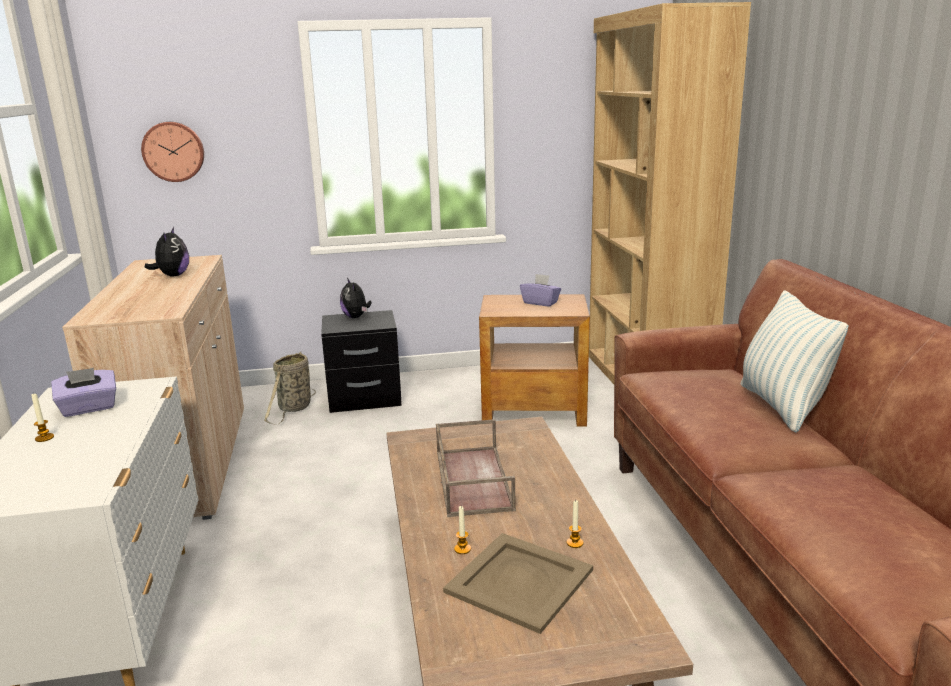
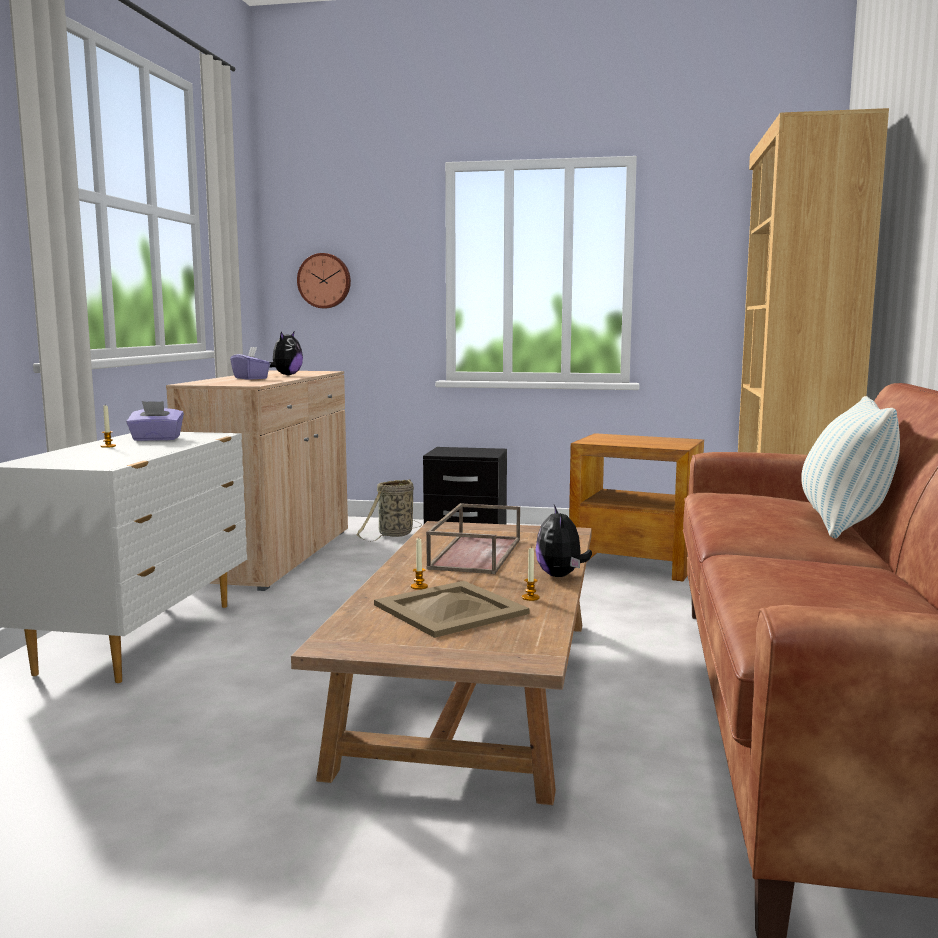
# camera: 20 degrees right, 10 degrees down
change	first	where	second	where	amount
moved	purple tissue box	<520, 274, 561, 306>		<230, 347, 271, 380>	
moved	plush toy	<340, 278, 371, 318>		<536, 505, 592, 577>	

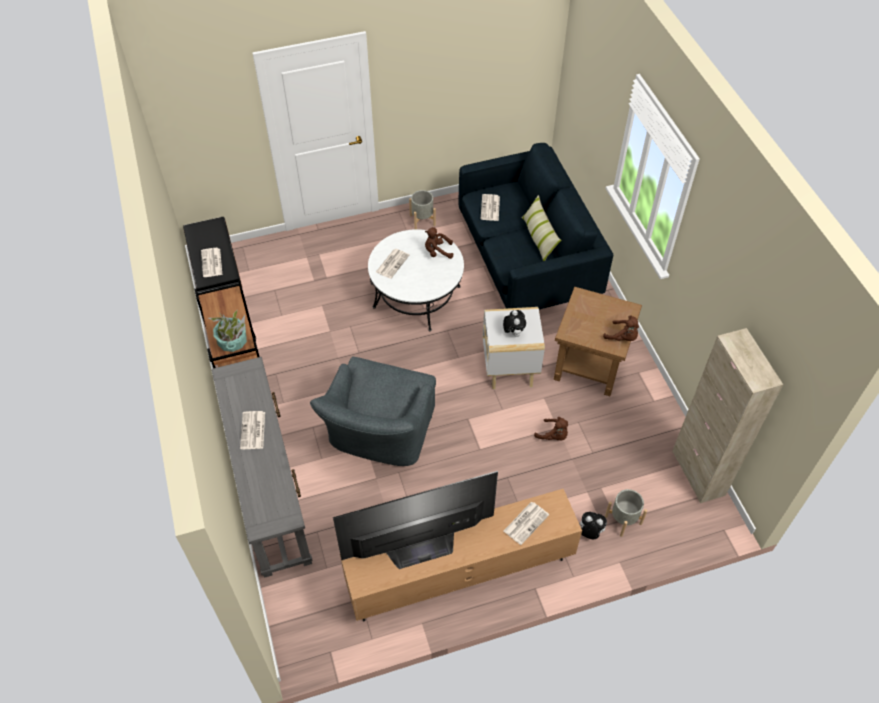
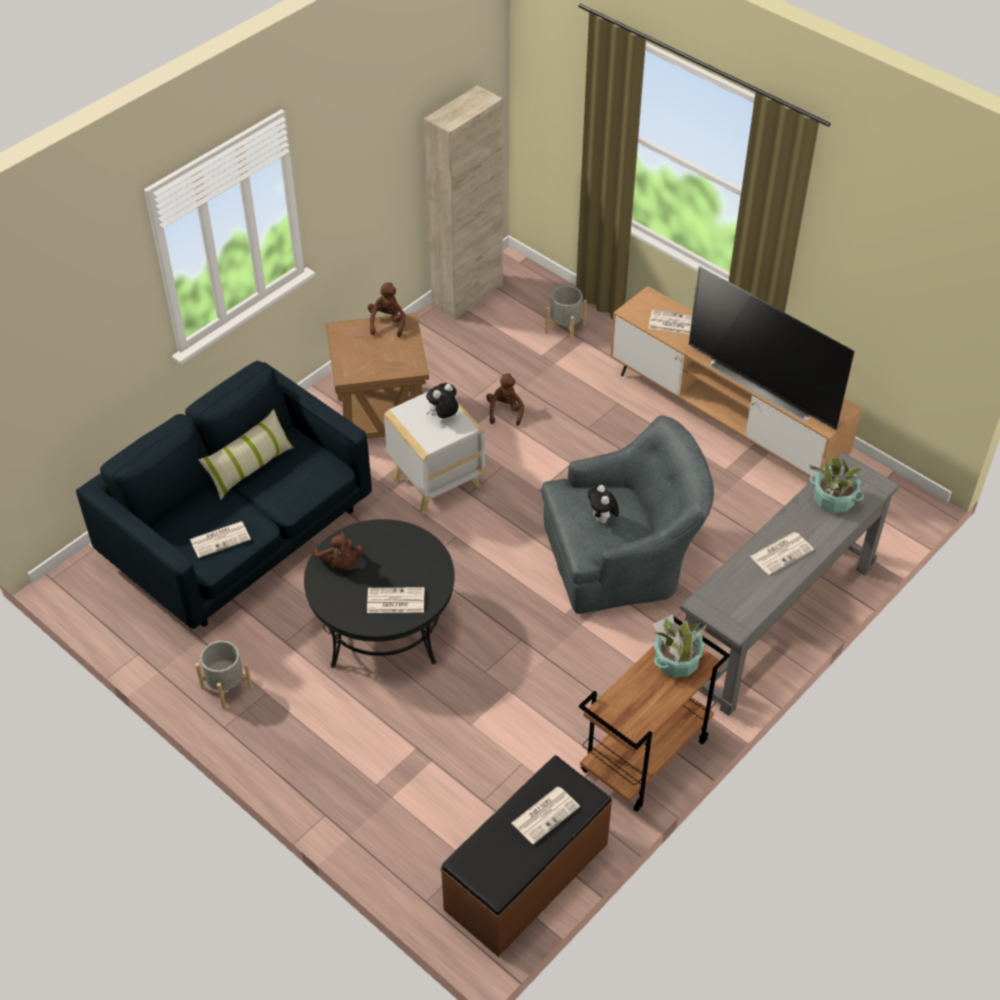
# camera: 120 degrees left, 5 degrees down
change	first	where	second	where	amount
recoloured	white coffee table	<368, 229, 464, 331>	black coffee table	<304, 519, 455, 668>	
moved	plush toy	<579, 512, 607, 539>		<588, 485, 619, 525>	
added			potted plant	<809, 457, 865, 513>	

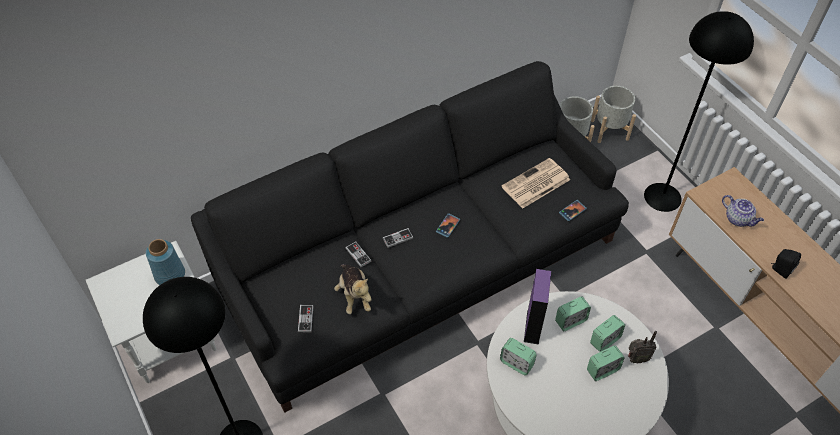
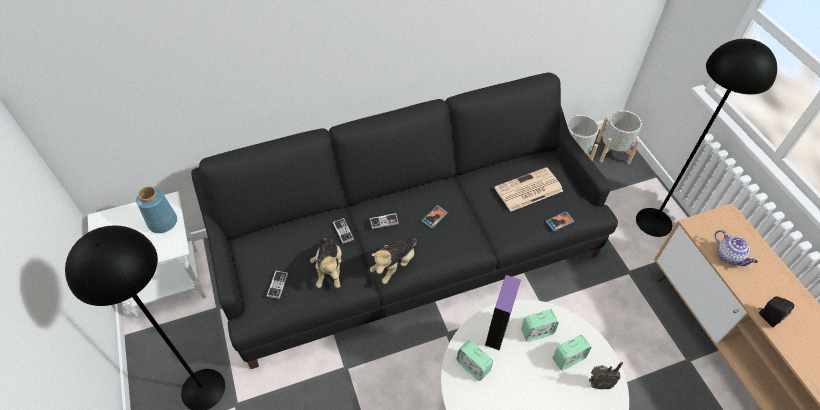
# camera: 10 degrees right, 0 degrees up
change	first	where	second	where	amount
added			plush toy	<370, 238, 417, 284>	
removed	alarm clock	<587, 345, 625, 381>			

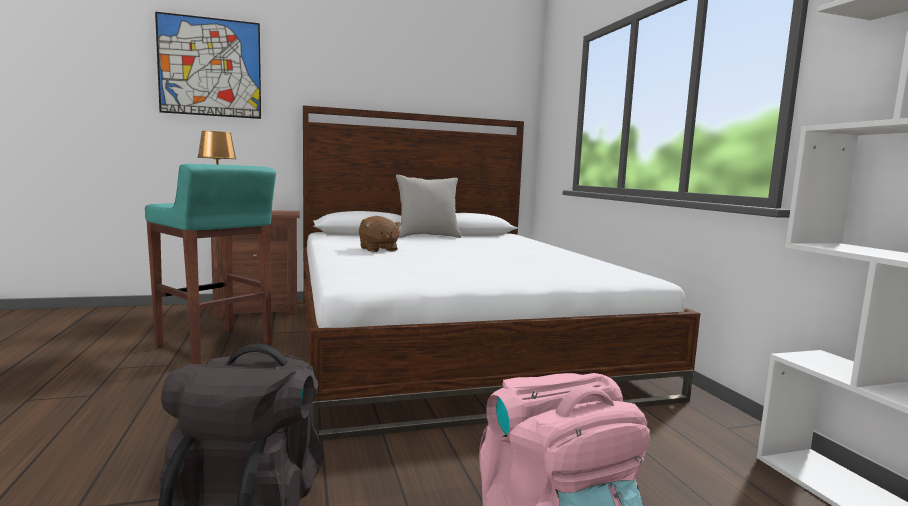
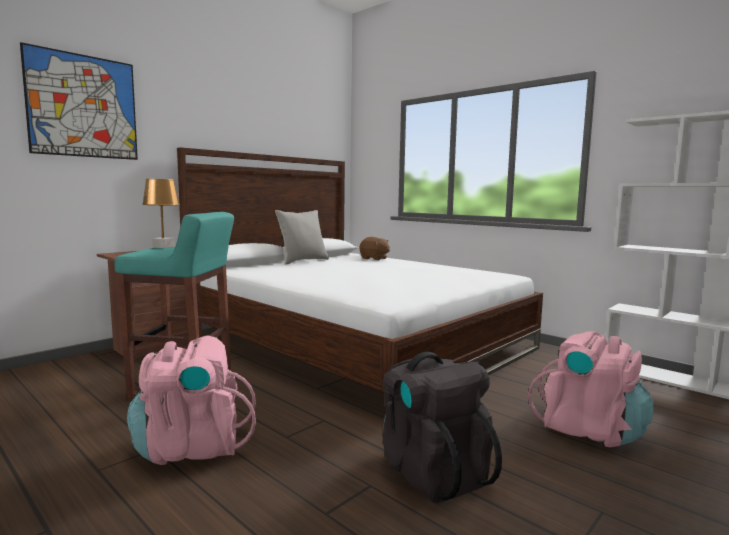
# camera: 30 degrees left, 0 degrees up
change	first	where	second	where	amount
added			pink backpack	<127, 335, 256, 465>	
moved	brown plush toy	<359, 216, 402, 252>		<360, 237, 390, 260>	

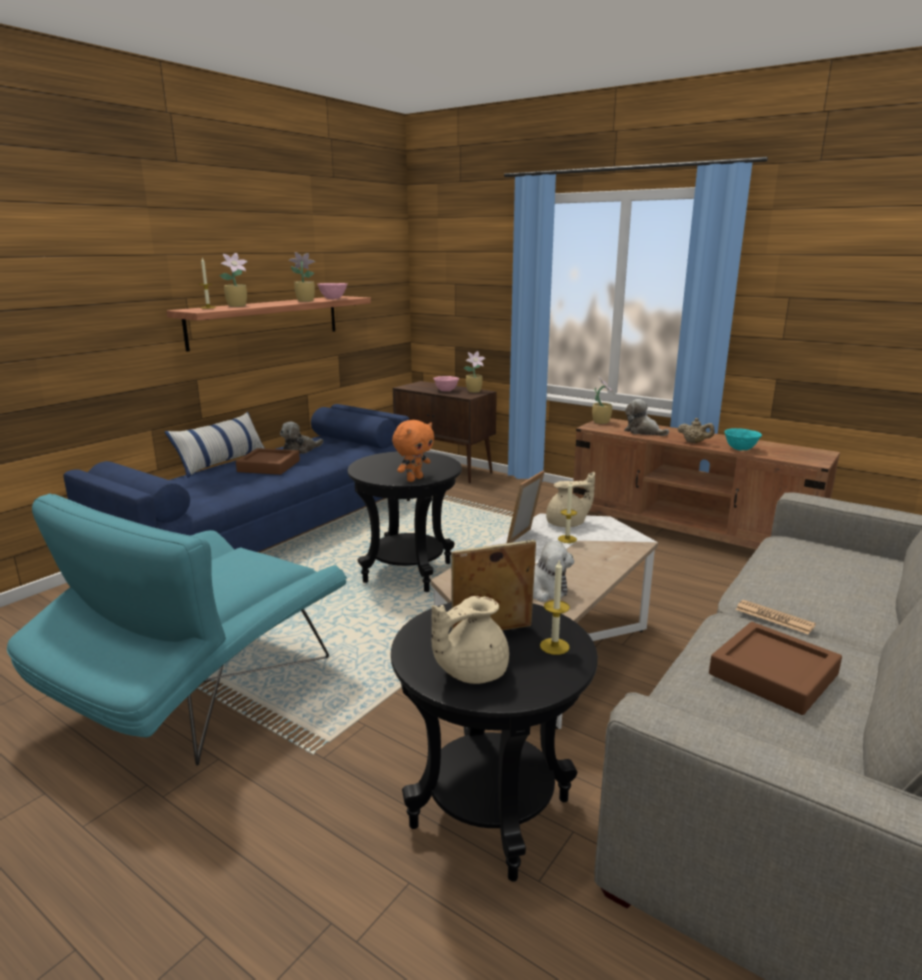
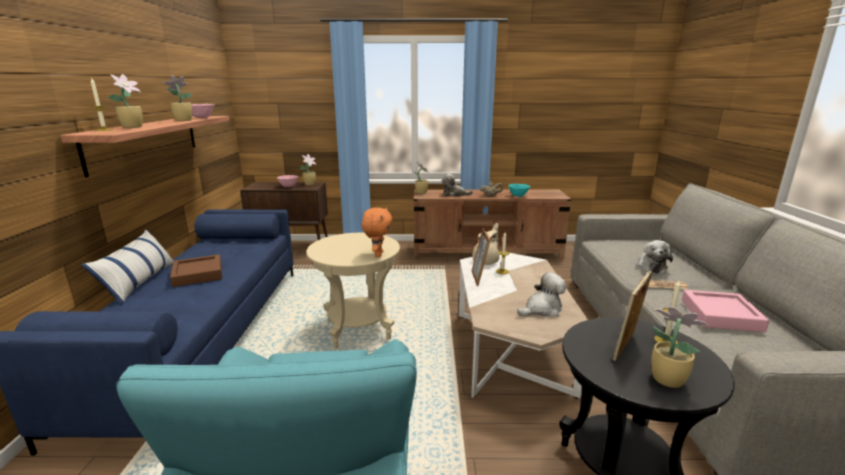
# camera: 35 degrees left, 0 degrees up
change	first	where	second	where	amount
recoloured	black side table	<348, 451, 462, 592>	beige side table	<306, 233, 400, 349>	
moved	plush toy	<280, 422, 323, 454>		<636, 240, 673, 274>	
replaced	beige teapot	<432, 596, 509, 684>	potted plant	<651, 306, 708, 388>	
recoloured	brown tray	<709, 622, 842, 715>	pink tray	<682, 290, 770, 332>	

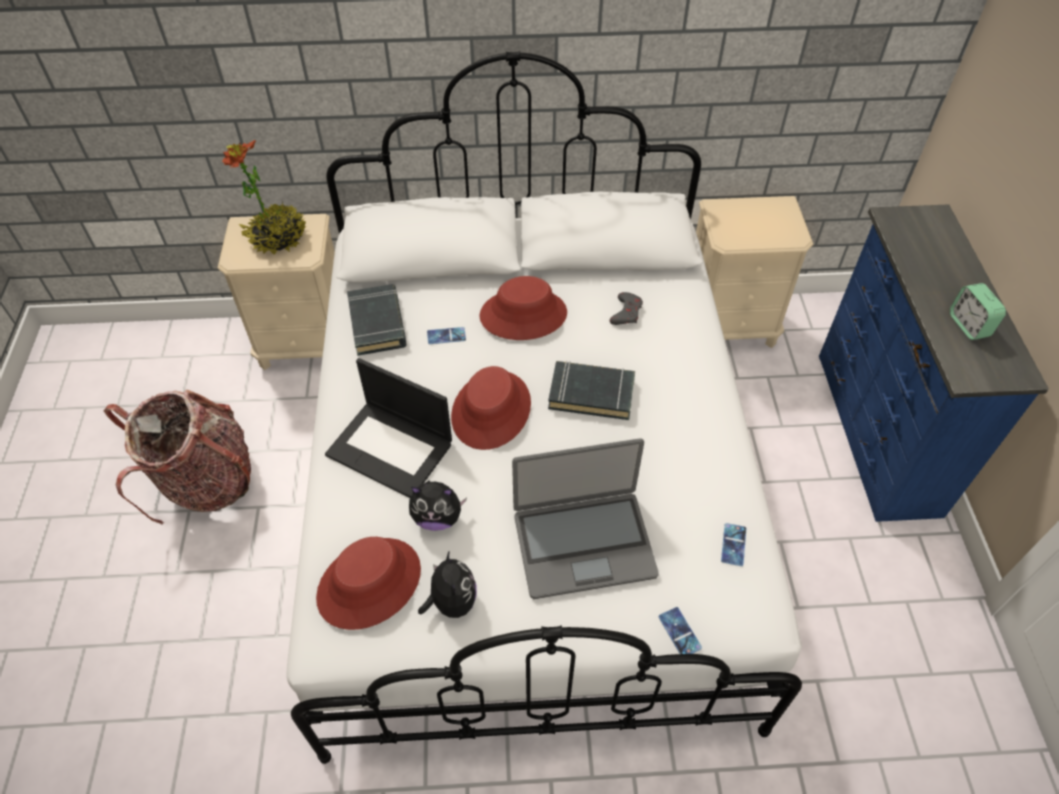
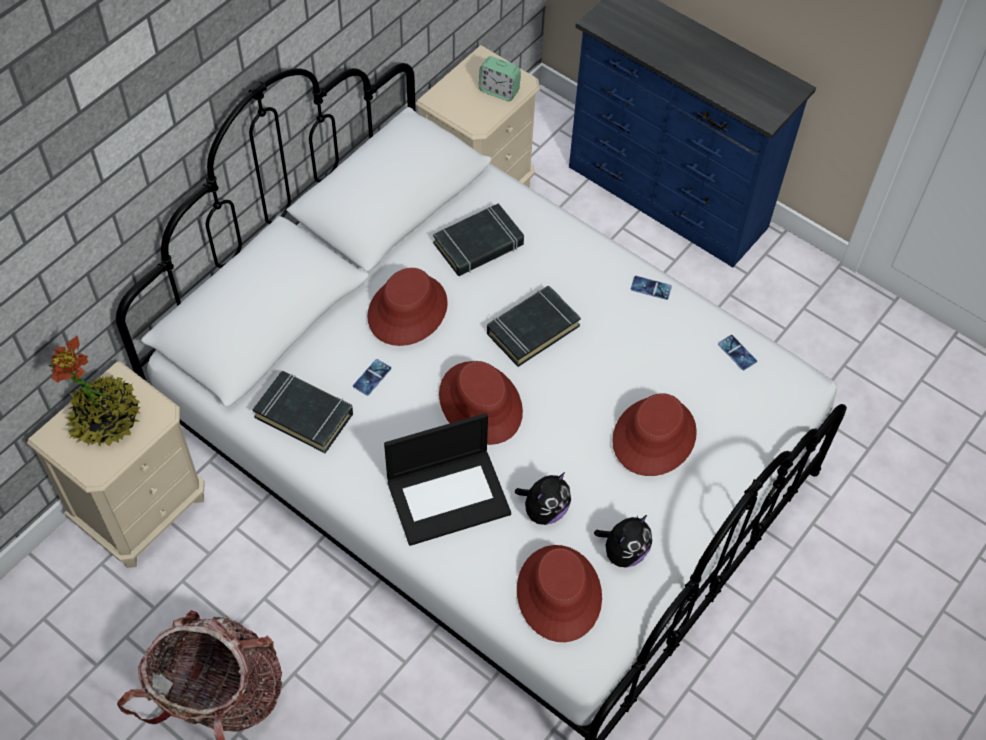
# camera: 50 degrees left, 5 degrees up
change	first	where	second	where	amount
replaced	grey game controller	<610, 292, 643, 325>	black book	<433, 203, 524, 276>	
moved	alarm clock	<950, 283, 1006, 340>		<479, 56, 521, 101>	
turned	plush toy	<418, 552, 477, 618>		<594, 515, 652, 568>	105 degrees clockwise
replaced	laptop	<512, 439, 659, 599>	red hat	<612, 393, 697, 476>	
moved	phone	<658, 607, 702, 654>		<631, 276, 672, 300>	

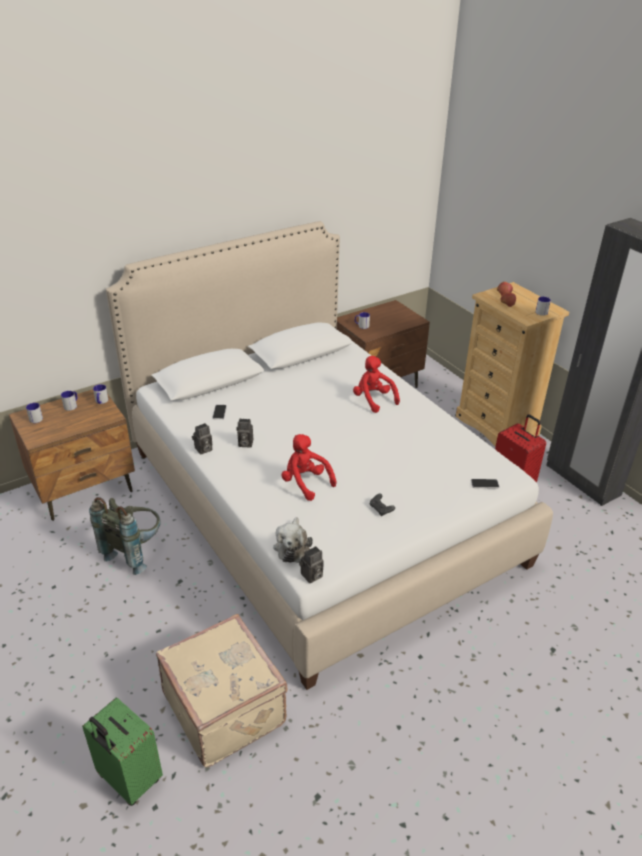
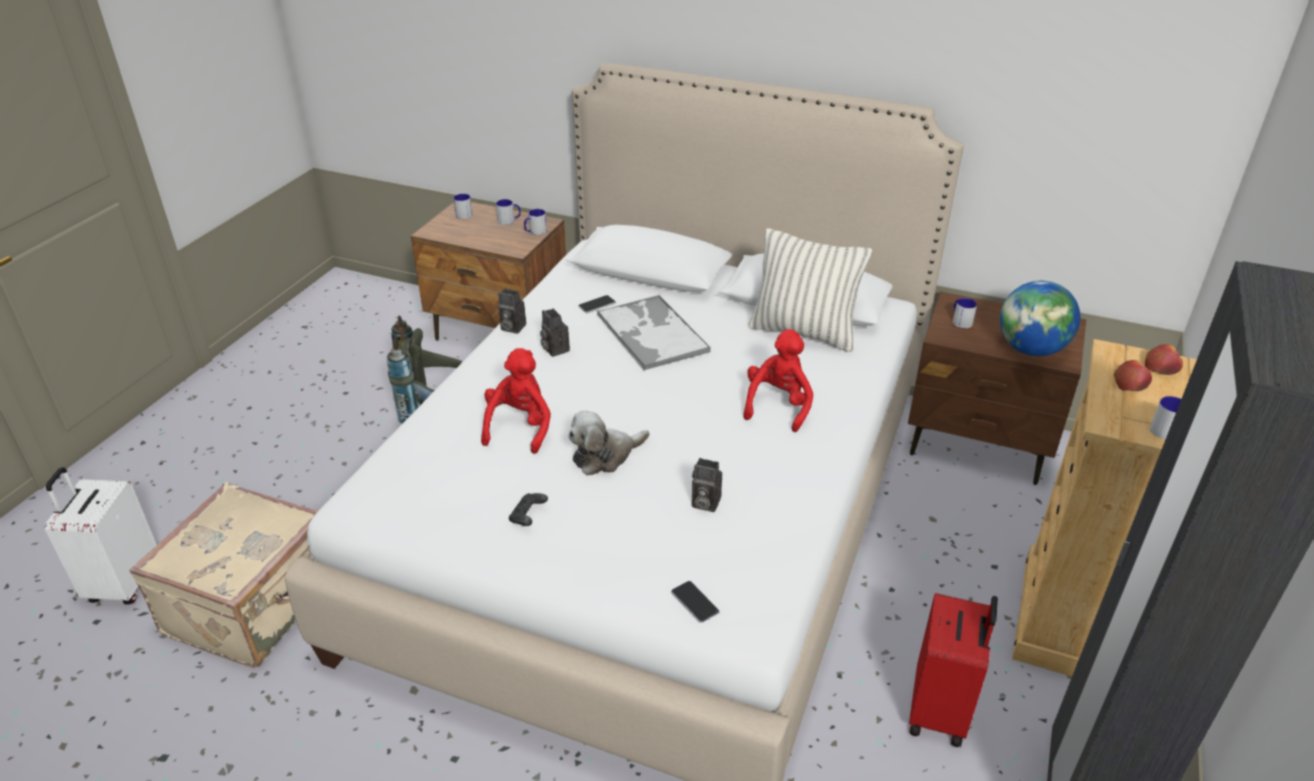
# camera: 55 degrees right, 0 degrees up
change	first	where	second	where	amount
recoloured	green suitcase	<82, 697, 163, 806>	white suitcase	<45, 467, 157, 605>	
moved	plush toy	<273, 517, 313, 563>		<568, 411, 649, 476>	
added			tray	<597, 295, 711, 370>	
moved	photo camera	<299, 546, 324, 583>		<692, 458, 722, 512>	
added			pillow	<749, 228, 872, 352>	
added			globe	<1000, 281, 1080, 356>	

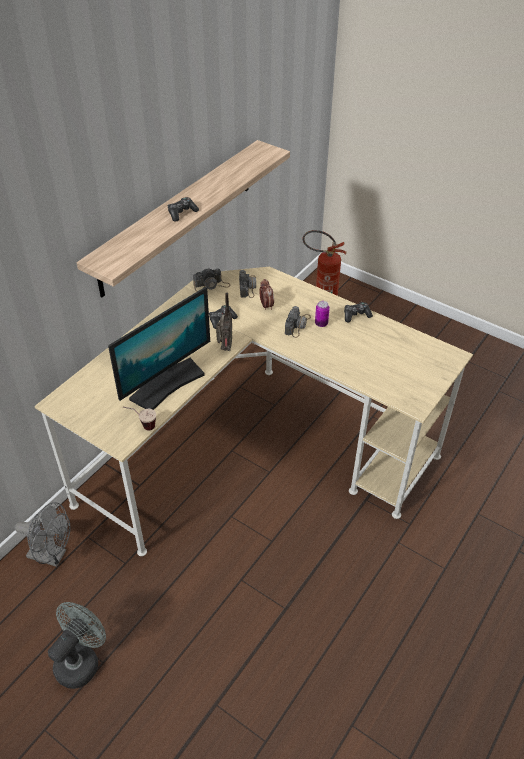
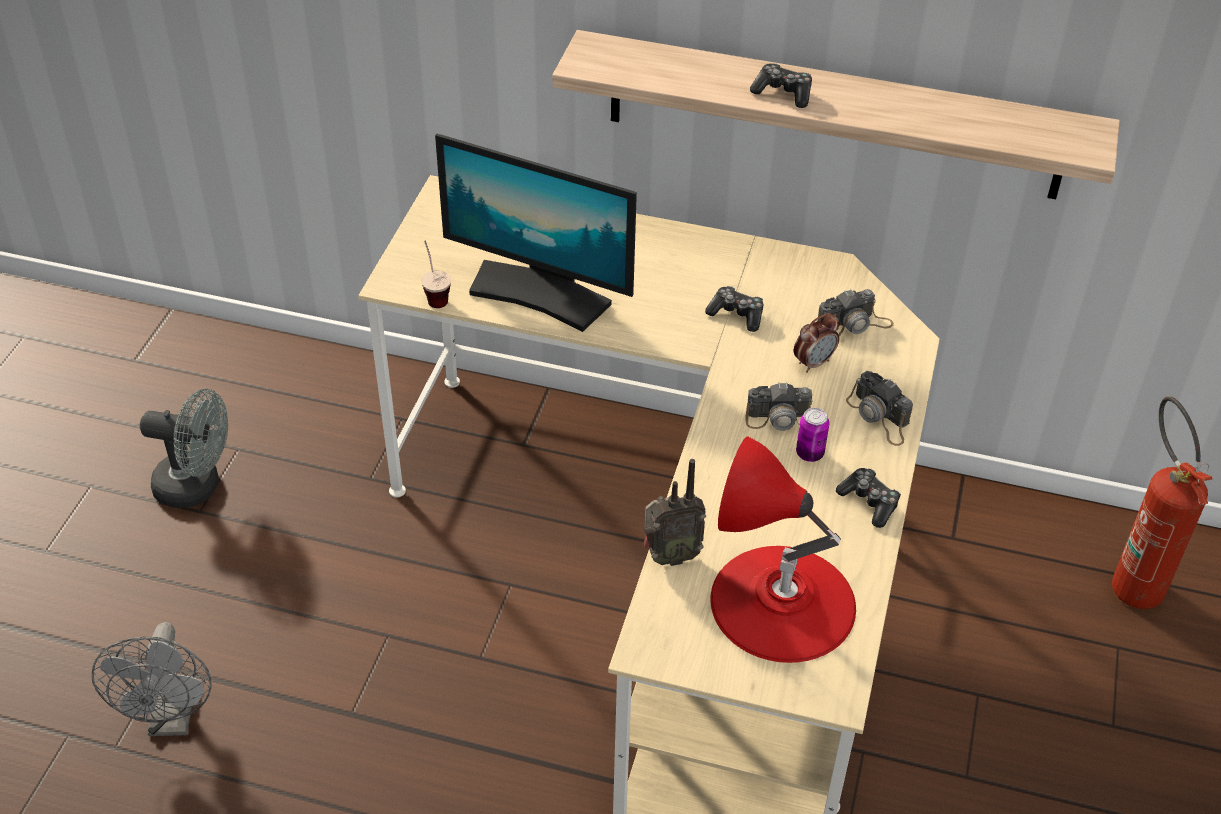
# camera: 70 degrees right, 0 degrees up
change	first	where	second	where	amount
moved	grey fan	<14, 502, 70, 567>		<92, 622, 212, 736>	
moved	radio	<216, 293, 232, 351>		<644, 459, 706, 566>	
added			red table lamp	<710, 436, 856, 663>	
moved	photo camera	<193, 268, 231, 292>		<846, 371, 913, 446>	

